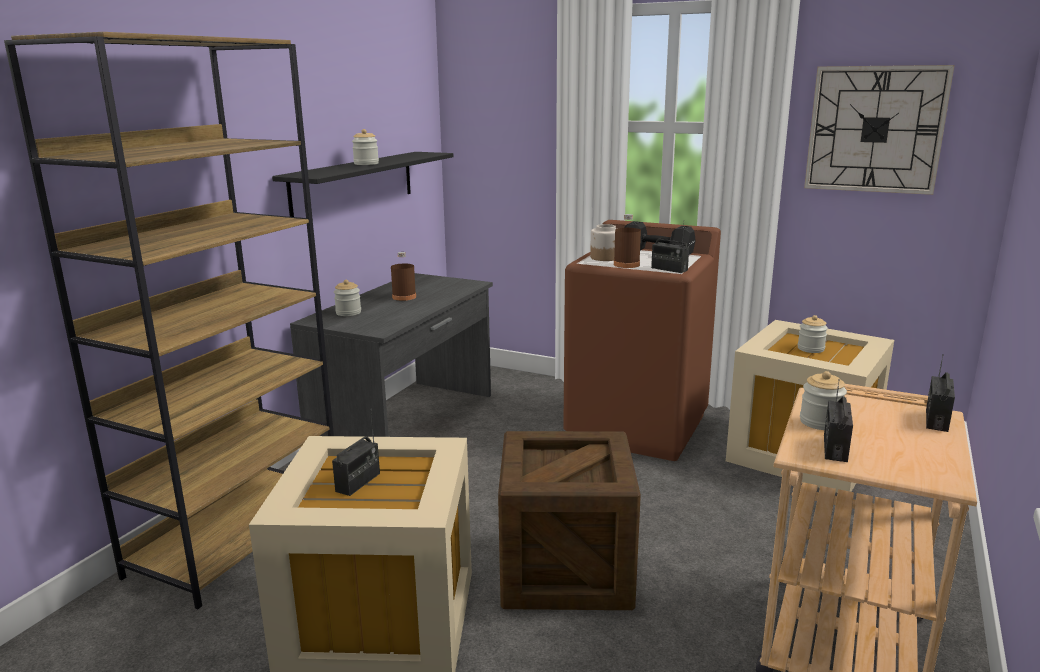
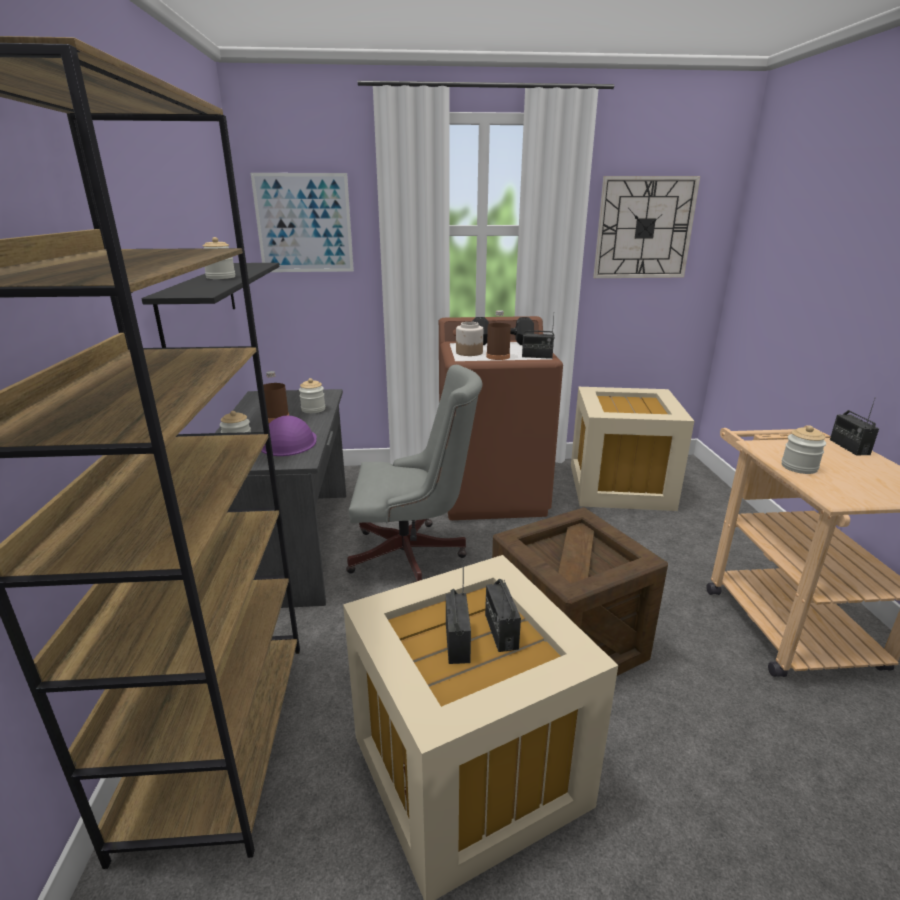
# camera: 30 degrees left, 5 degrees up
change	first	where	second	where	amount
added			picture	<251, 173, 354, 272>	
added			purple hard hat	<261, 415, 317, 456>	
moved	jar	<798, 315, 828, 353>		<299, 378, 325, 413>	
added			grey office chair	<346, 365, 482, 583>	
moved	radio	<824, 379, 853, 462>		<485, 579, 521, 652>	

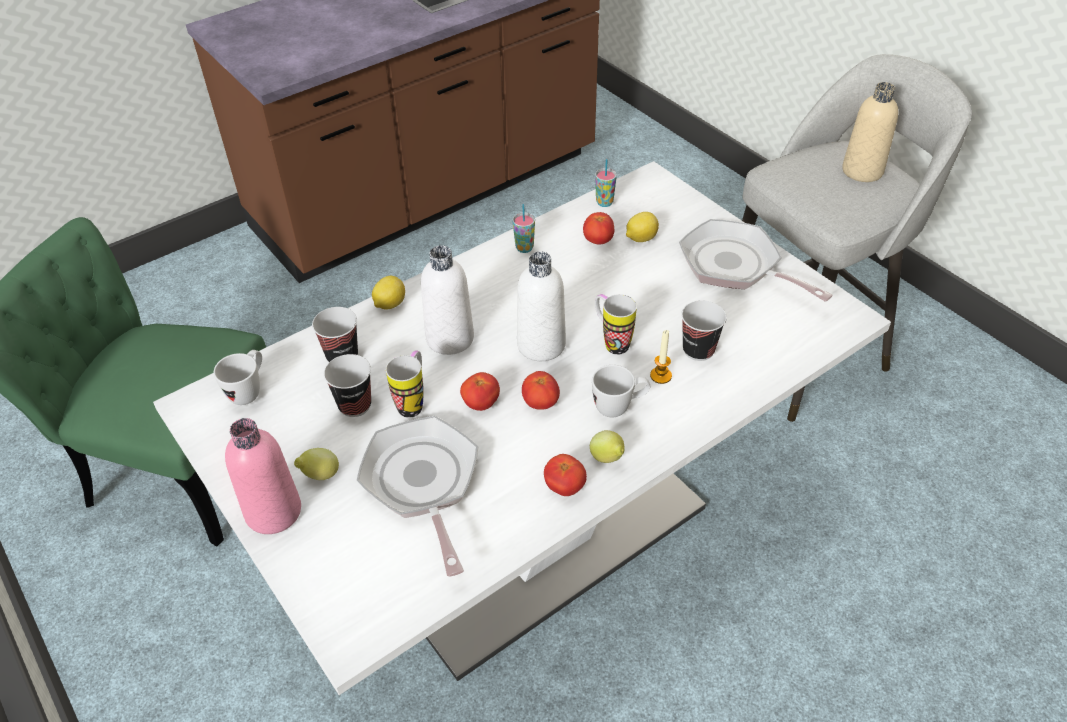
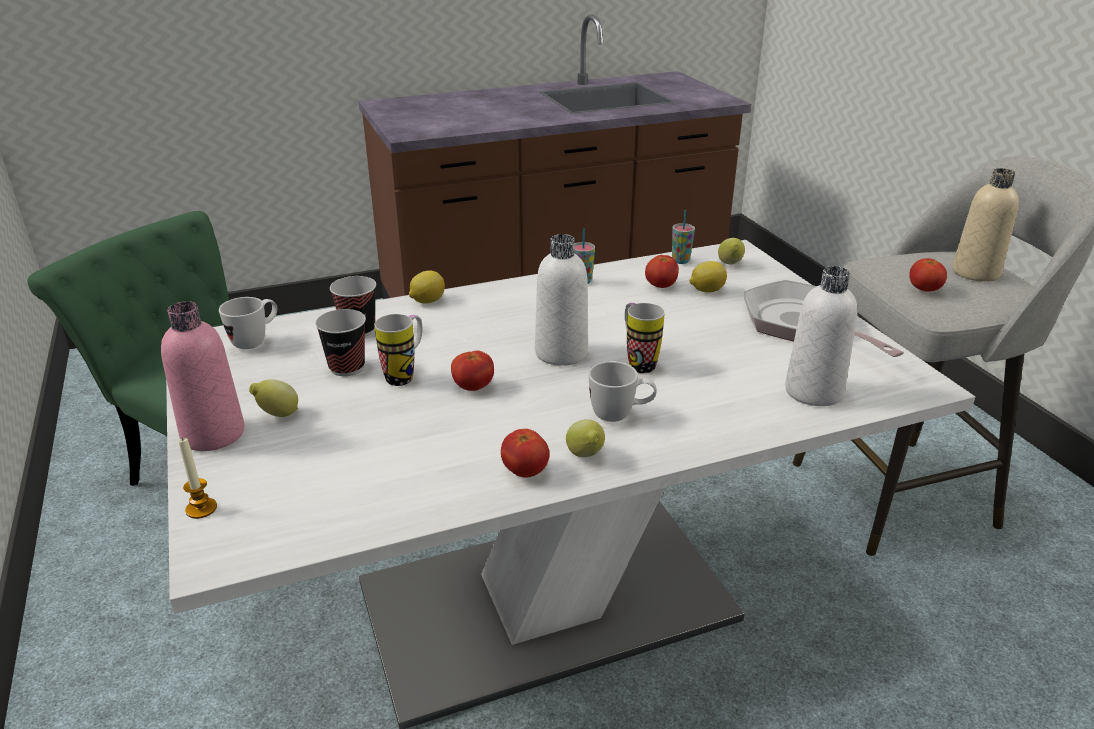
# camera: 15 degrees right, 15 degrees down
change	first	where	second	where	amount
moved	candle	<650, 330, 672, 384>		<178, 438, 217, 519>	
added			lemon	<718, 238, 745, 264>	
moved	white bottle	<421, 245, 474, 355>		<785, 266, 858, 406>	
moved	tomato	<522, 371, 560, 410>		<909, 258, 947, 292>	
removed	frying pan	<357, 416, 479, 577>			
removed	cup	<681, 300, 727, 361>			

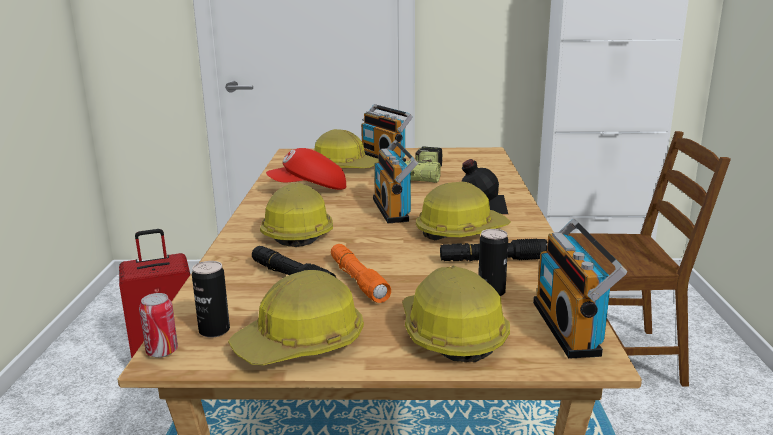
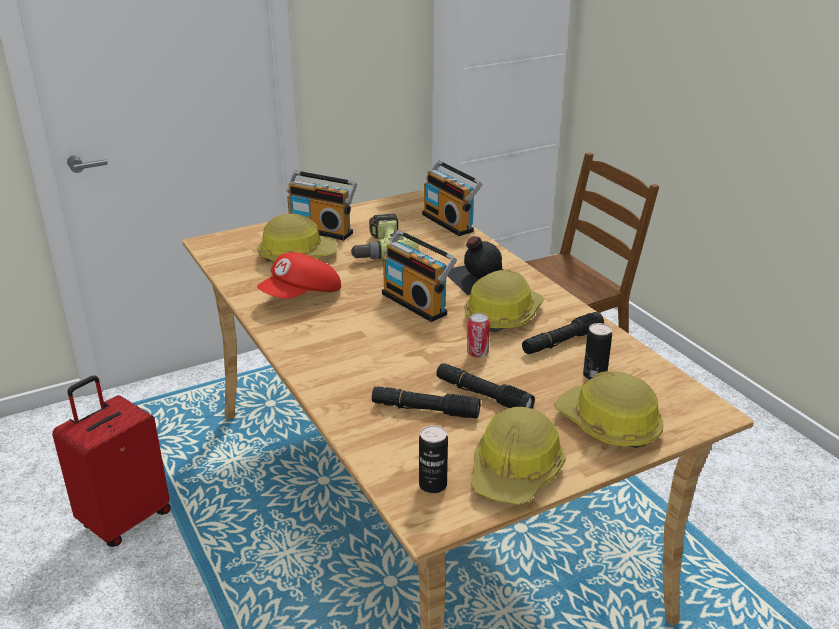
# camera: 30 degrees left, 10 degrees up
change	first	where	second	where	amount
moved	radio	<533, 219, 627, 359>		<422, 161, 483, 236>	
recoloured	orange flashlight	<331, 244, 391, 303>	black flashlight	<436, 363, 535, 409>	
moved	can	<139, 293, 178, 358>		<467, 313, 490, 358>	
removed	hard hat	<260, 183, 333, 247>			

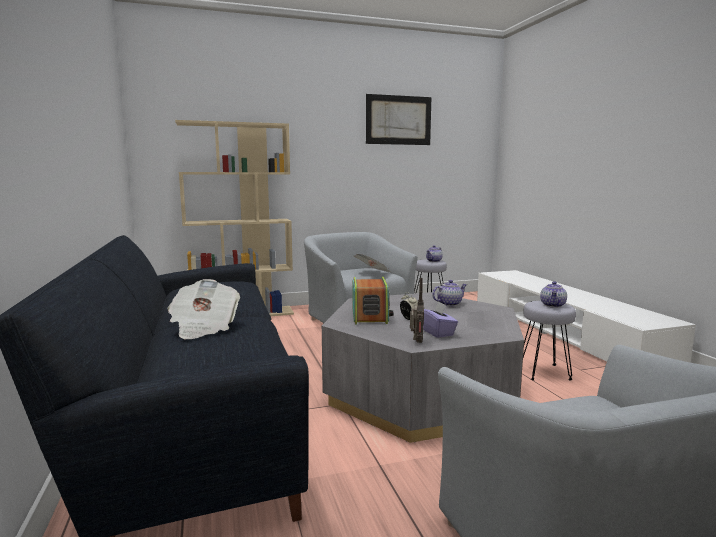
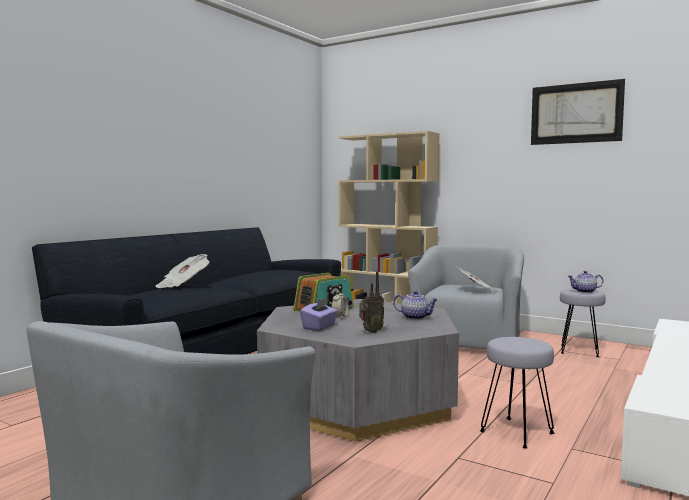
# camera: 50 degrees right, 5 degrees down
change	first	where	second	where	amount
moved	radio	<410, 278, 424, 343>		<359, 271, 384, 333>	
removed	teapot	<540, 281, 567, 308>			

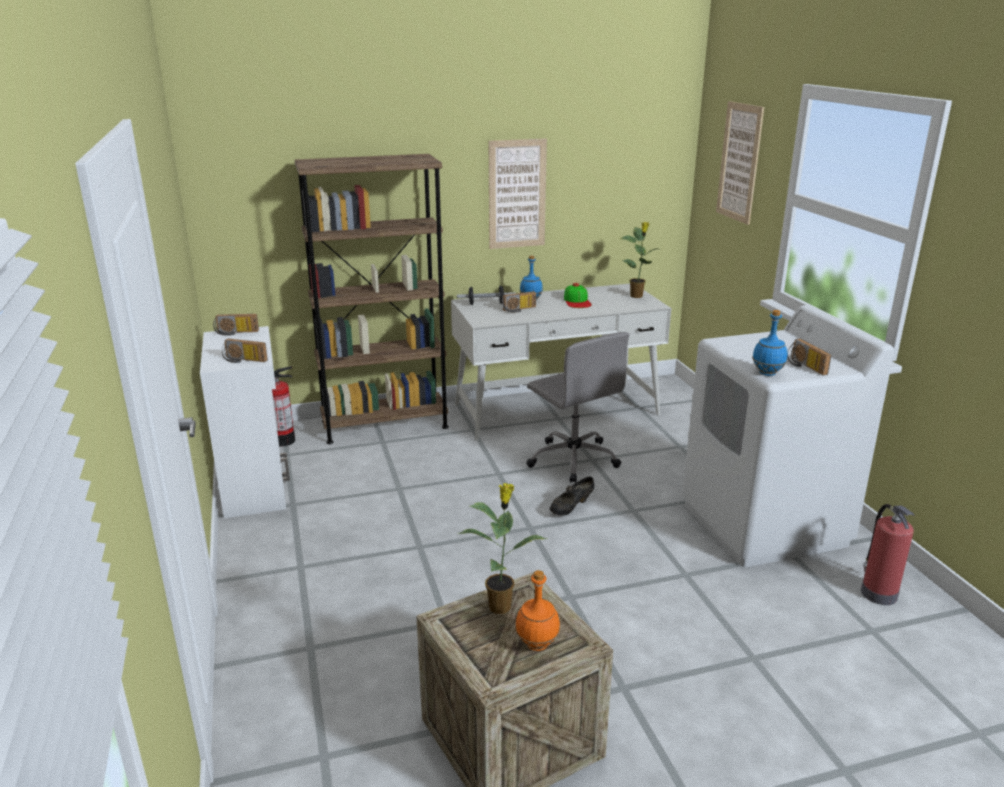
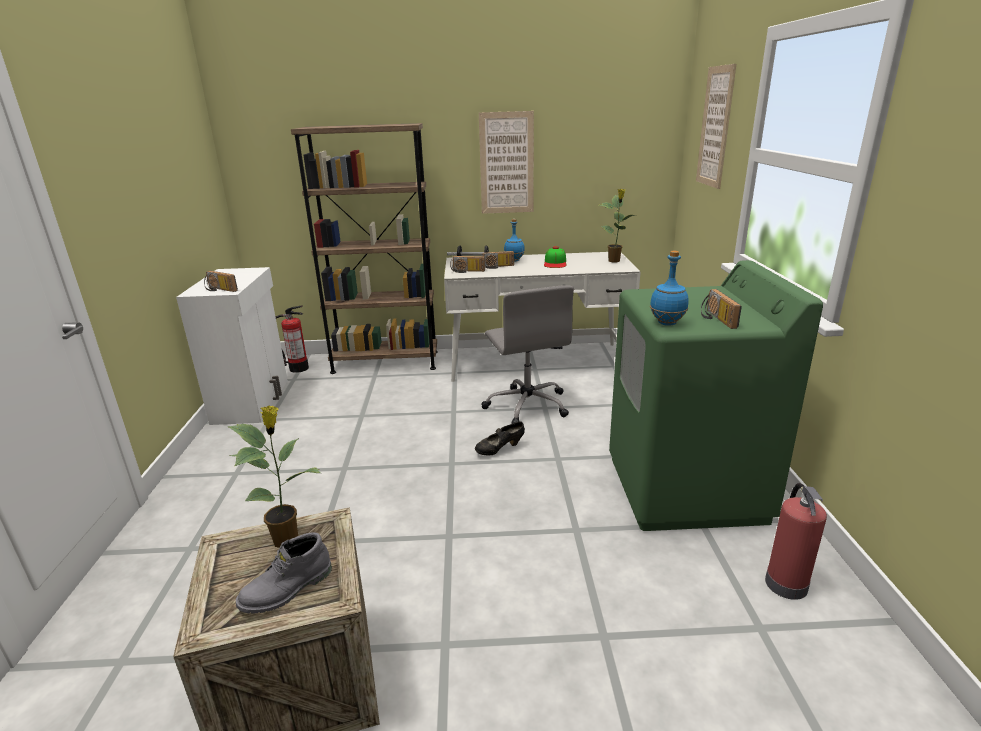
# camera: 15 degrees right, 0 degrees up
change	first	where	second	where	amount
replaced	orange bottle	<515, 570, 560, 651>	grey boot	<236, 532, 332, 614>	
moved	radio	<213, 314, 259, 336>		<450, 256, 485, 273>	
recoloured	white washing machine	<682, 305, 894, 567>	green washing machine	<609, 260, 823, 531>	

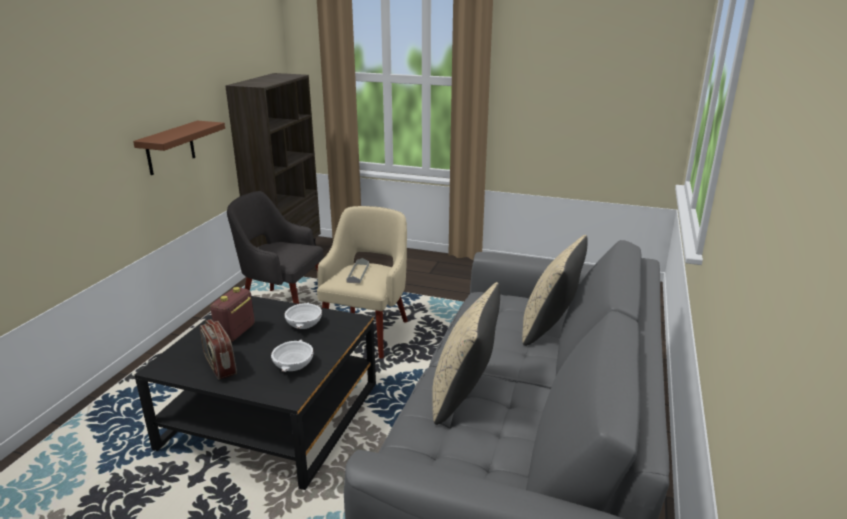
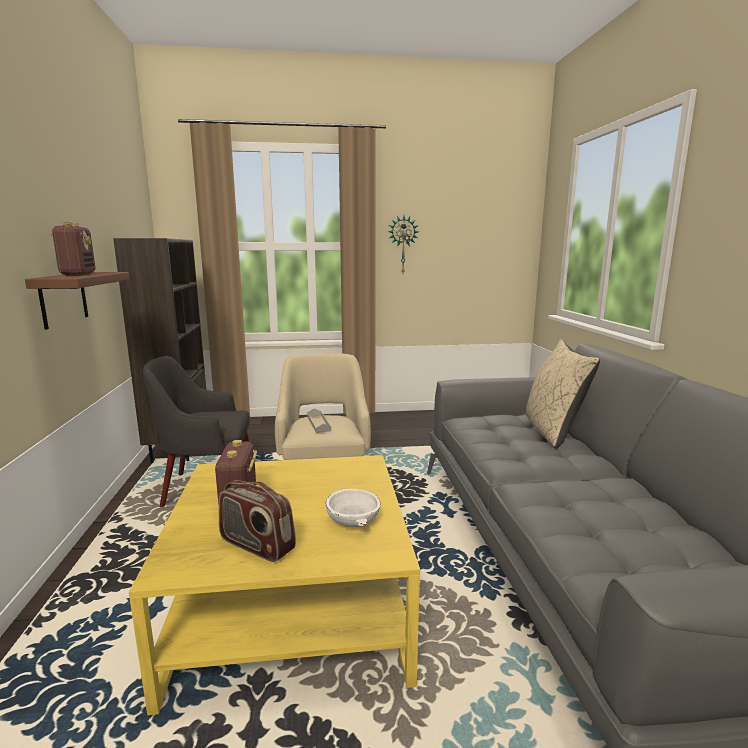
# camera: 25 degrees left, 10 degrees down
change	first	where	second	where	amount
added			radio	<50, 222, 95, 276>	
recoloured	black coffee table	<134, 296, 376, 490>	yellow coffee table	<129, 455, 420, 715>	
added			wall clock	<388, 216, 419, 273>	
removed	white bowl	<284, 302, 322, 329>			
removed	beige pillow	<432, 282, 500, 425>			

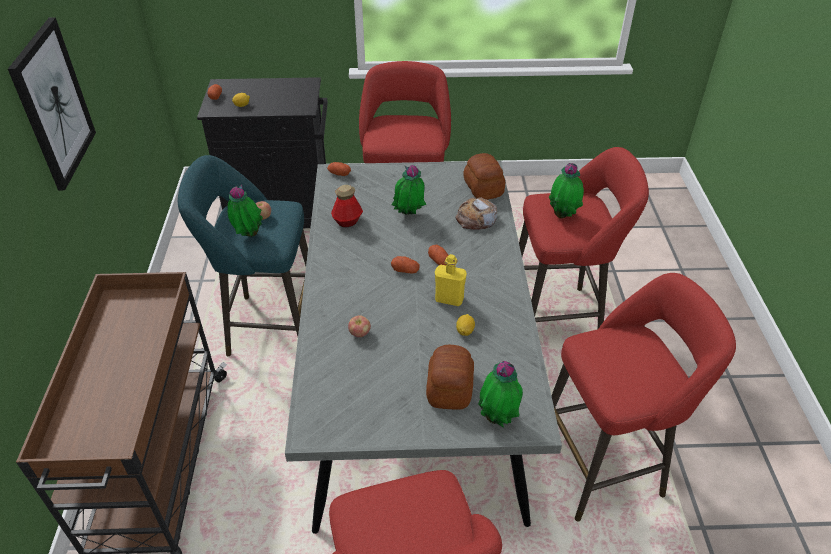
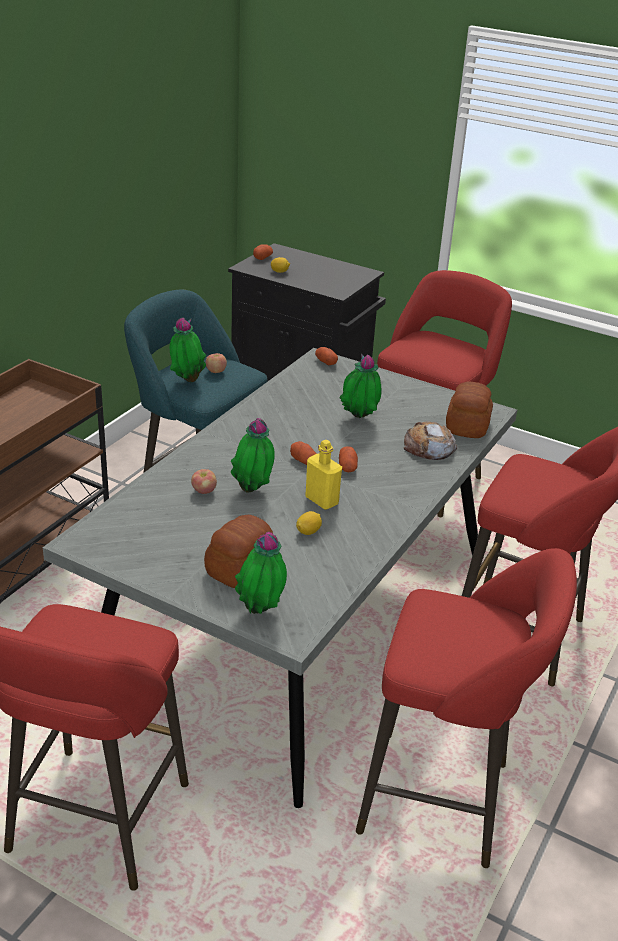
# camera: 30 degrees right, 10 degrees down
change	first	where	second	where	amount
moved	potted plant	<549, 163, 584, 218>		<231, 418, 275, 493>	
removed	picture	<8, 17, 96, 190>			
removed	bottle	<331, 185, 363, 227>			

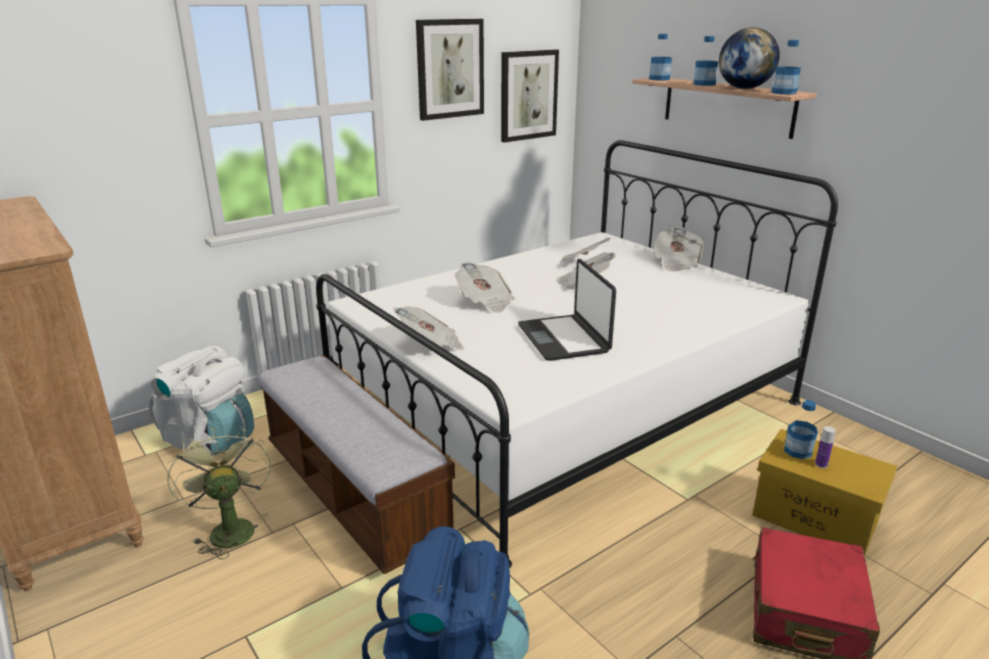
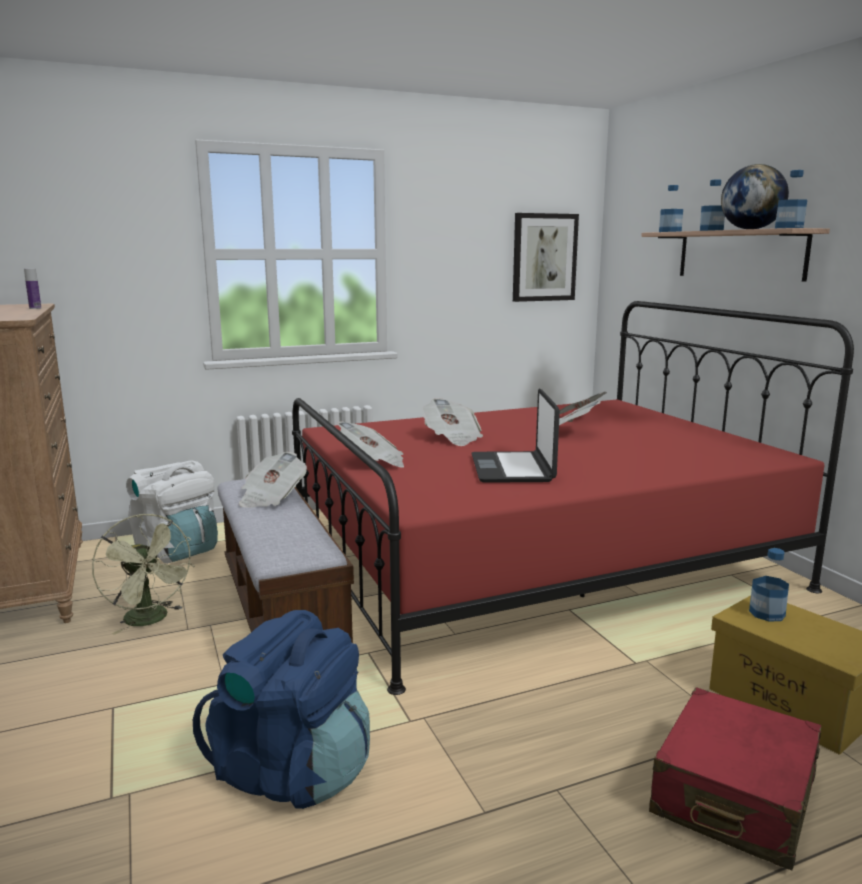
# camera: 15 degrees right, 10 degrees down
change	first	where	second	where	amount
moved	bottle	<815, 426, 836, 468>		<24, 268, 41, 309>	
turned	green fan	<167, 427, 271, 559>		<92, 514, 195, 635>	150 degrees clockwise
moved	newspaper	<653, 227, 704, 271>		<239, 452, 307, 508>	
recoloured	white bed	<316, 140, 838, 568>	red bed	<292, 301, 854, 695>	
removed	picture	<416, 19, 484, 121>			

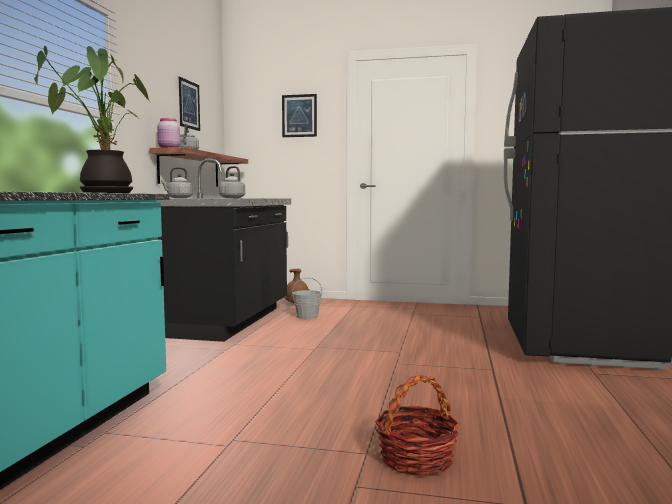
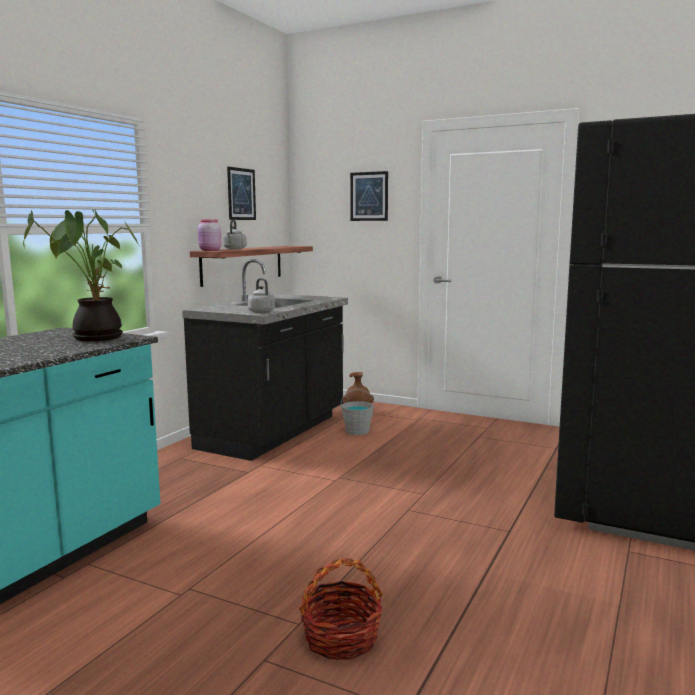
# camera: 15 degrees right, 5 degrees up
change	first	where	second	where	amount
removed	grey kettle	<160, 167, 193, 198>			

